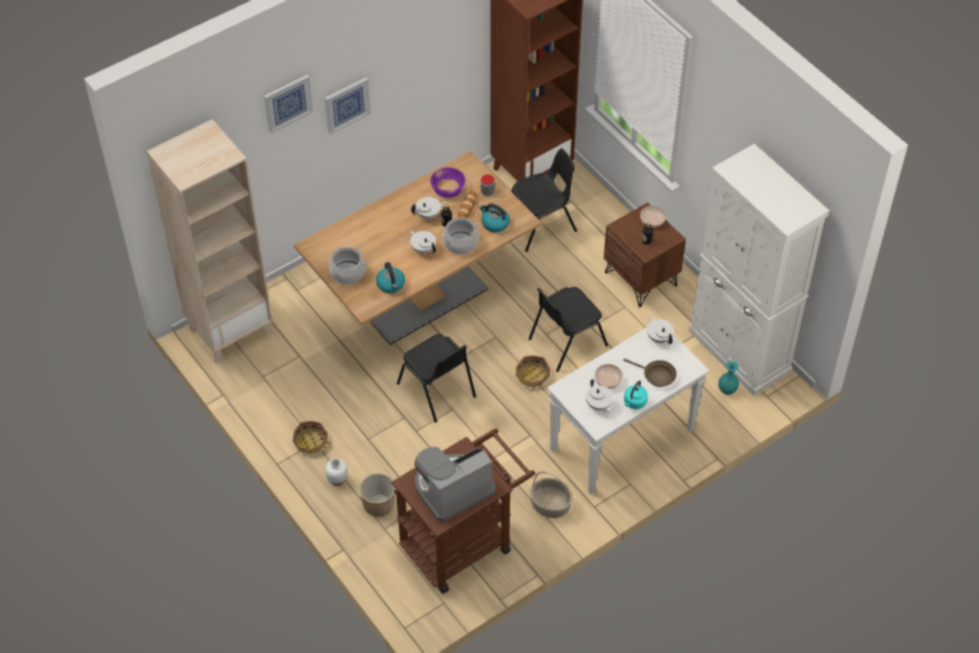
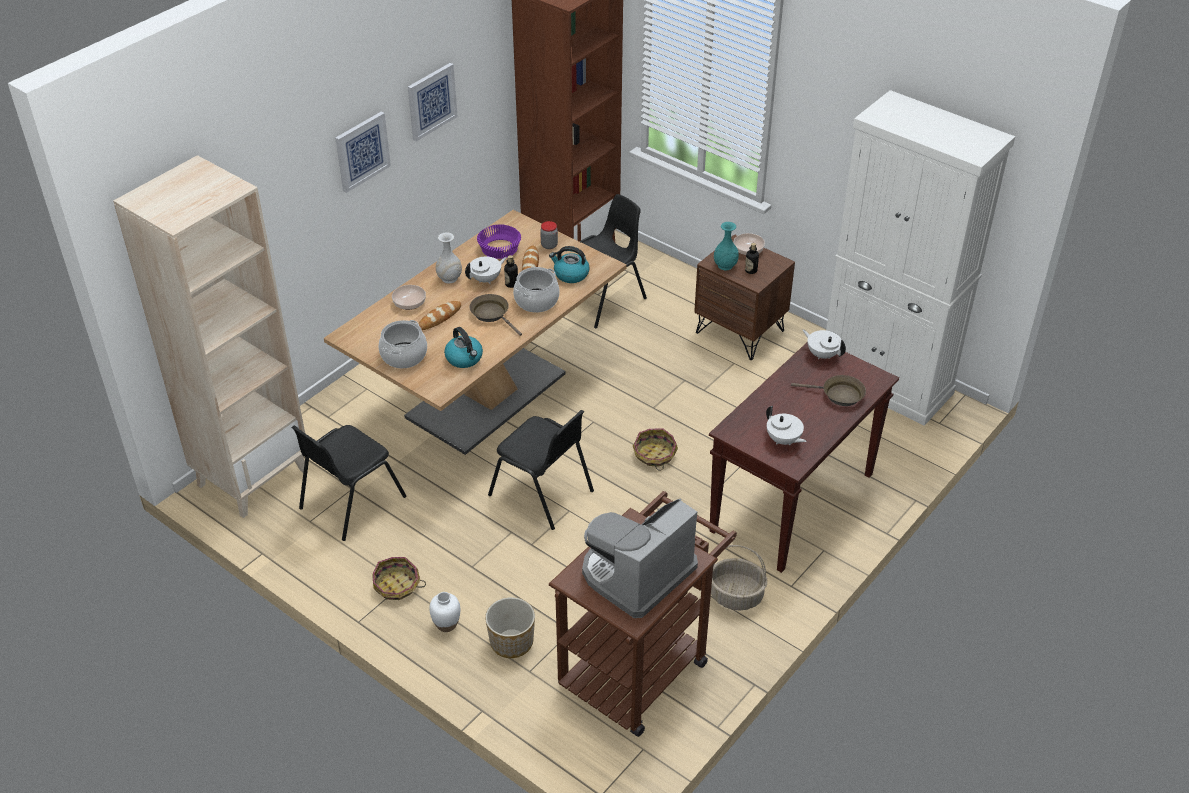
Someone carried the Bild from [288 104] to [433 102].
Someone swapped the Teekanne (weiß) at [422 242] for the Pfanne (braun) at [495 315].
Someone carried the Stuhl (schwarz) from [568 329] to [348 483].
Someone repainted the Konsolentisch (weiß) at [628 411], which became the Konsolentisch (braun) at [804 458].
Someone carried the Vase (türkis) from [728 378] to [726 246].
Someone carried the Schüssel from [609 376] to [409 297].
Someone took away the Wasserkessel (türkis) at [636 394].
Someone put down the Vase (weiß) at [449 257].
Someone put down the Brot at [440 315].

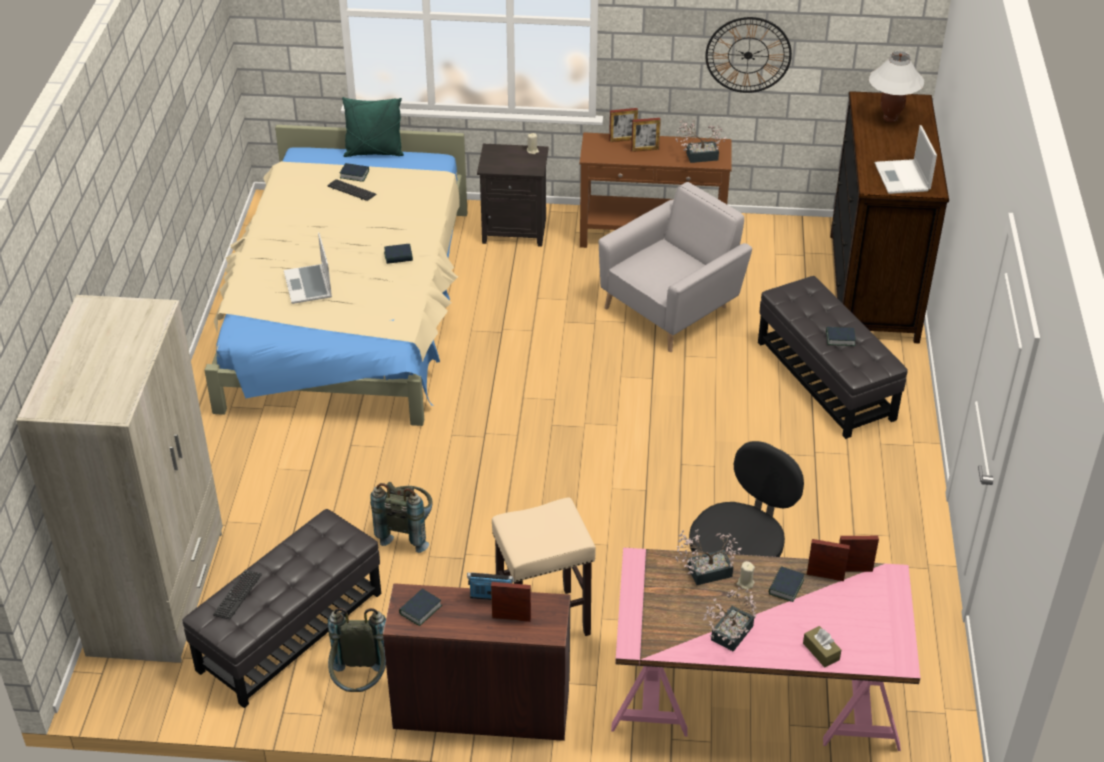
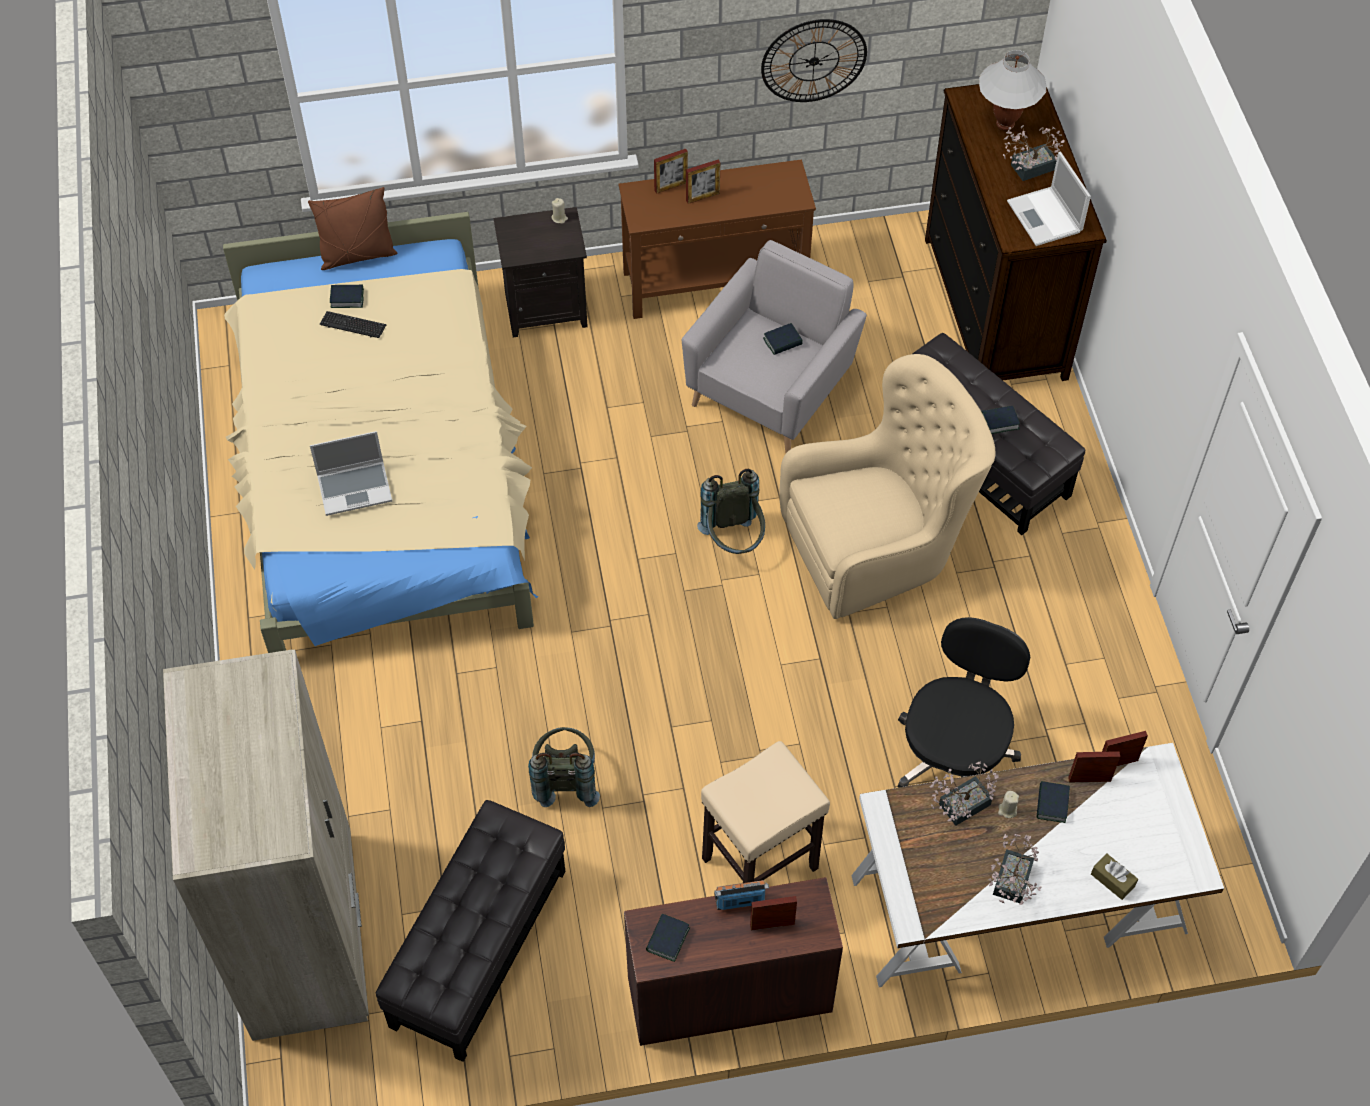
Someone repainted the Kissen (grün) at [373 127], which became the Kissen (braun) at [353 228].
Someone carried the Topfpflanze from [701 140] to [1034 153].
Someone rotated the Laptop at [308 268] by 75 degrees counterclockwise.
Someone carried the Buch from [398 254] to [783 339].
Someone repainted the Schreibtisch (rosa) at [765 649], which became the Schreibtisch (weiß) at [1037 865].
Someone took away the Tastatur at [237 594].
Someone carried the Rucksack (grau) from [357 650] to [731 511].
Someone put down the Sessel (beige) at [888 486].

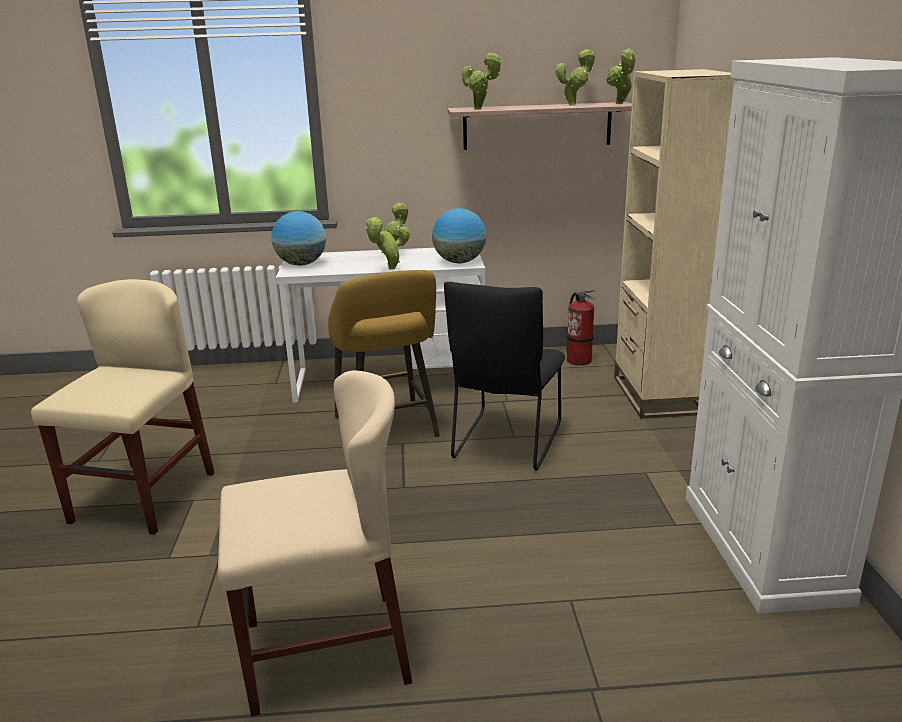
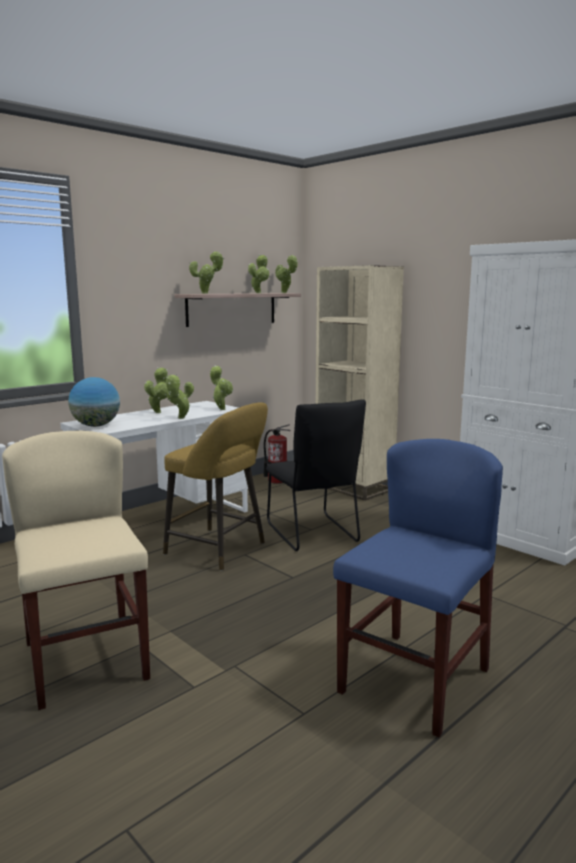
Someone swapped the Globus at [459 235] for the Topfpflanze at [221 387].
Someone repainted the Stuhl (beige) at [315 543], which became the Stuhl (blau) at [418 588].

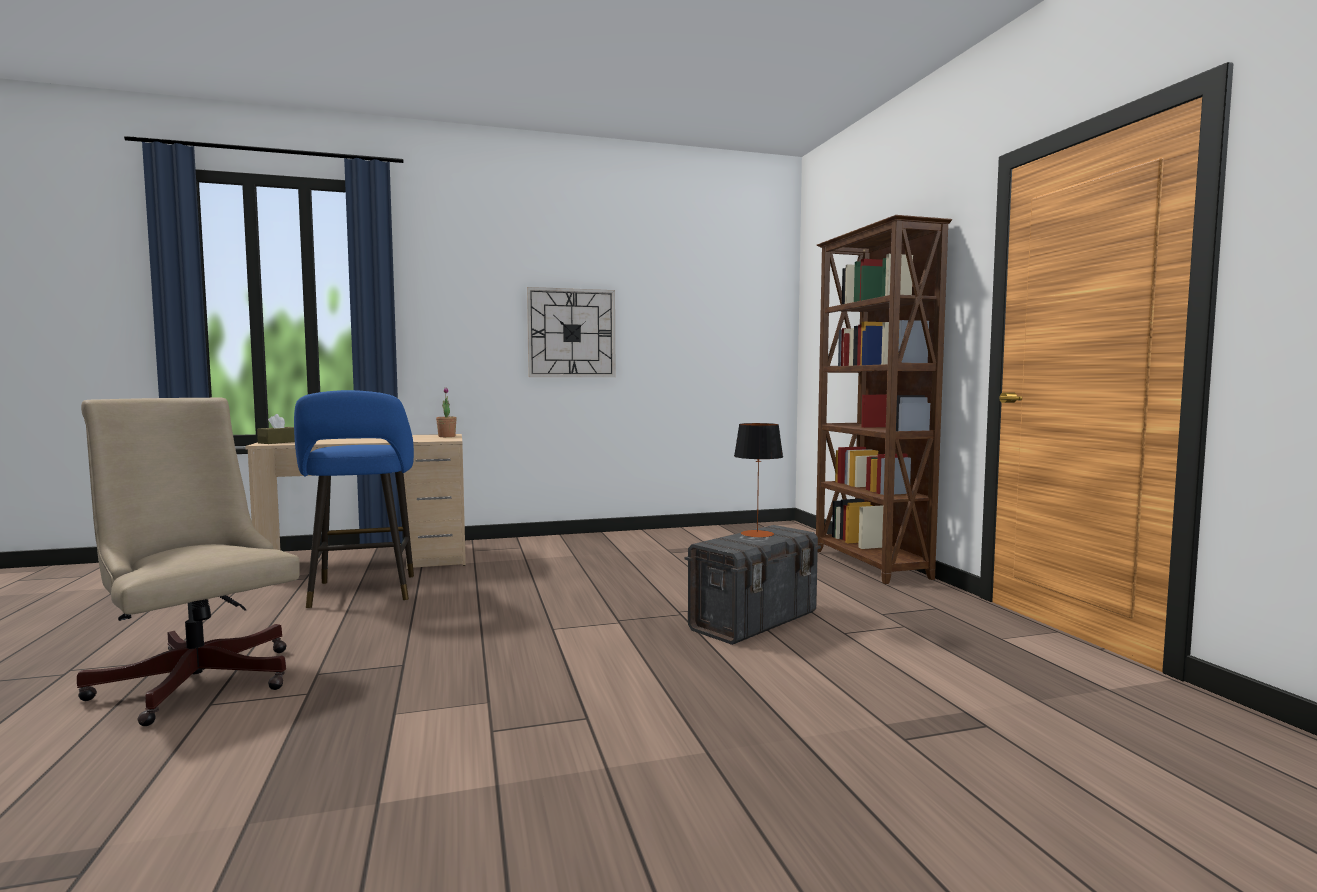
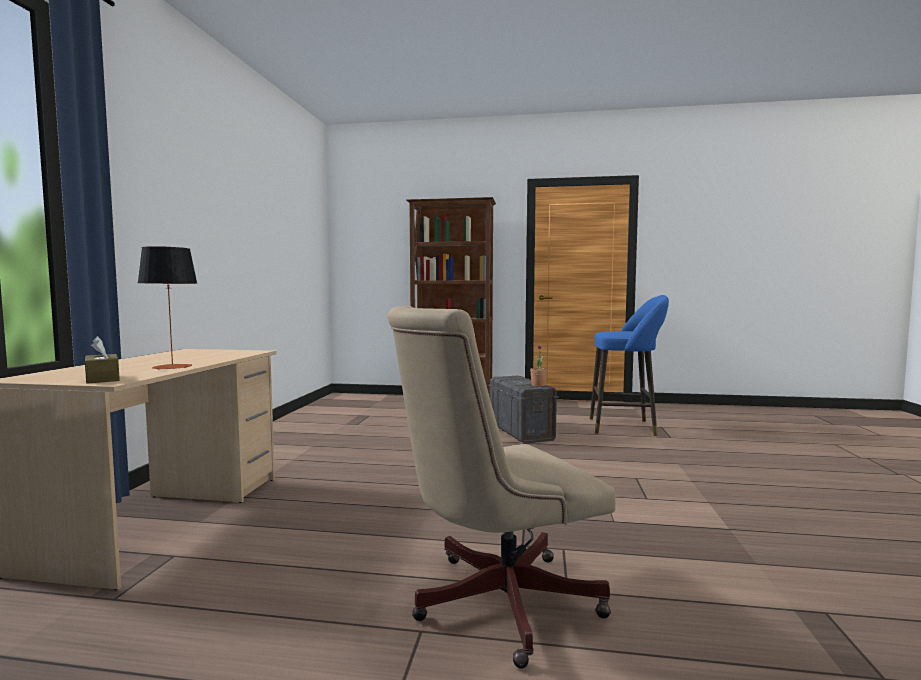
Someone took away the Wanduhr at [571 332].
Someone carried the Topfpflanze from [446 412] to [538 365].
Someone carried the Hocker (blau) from [354 499] to [629 365].
Someone carried the Tischlampe from [758 480] to [167 308].

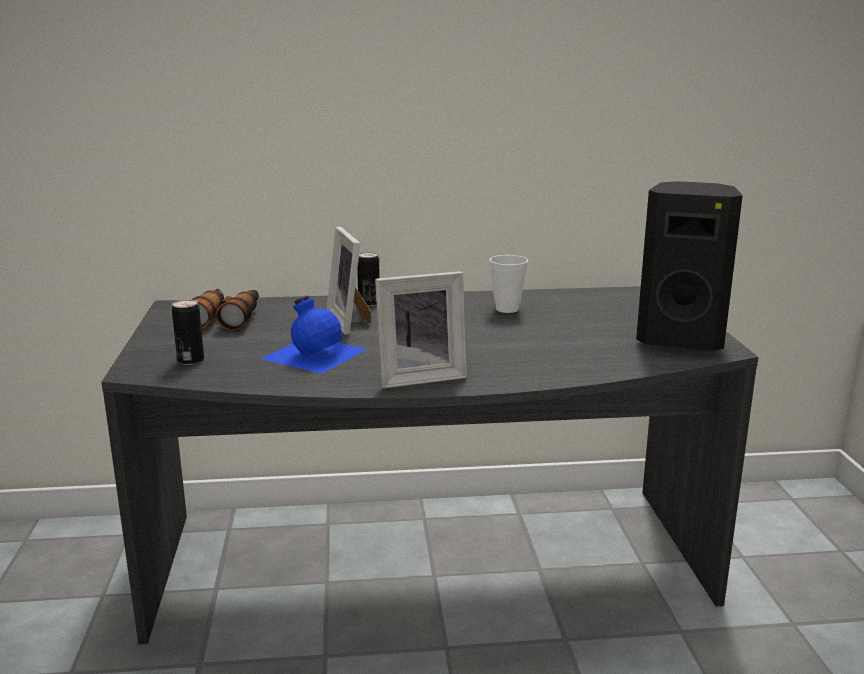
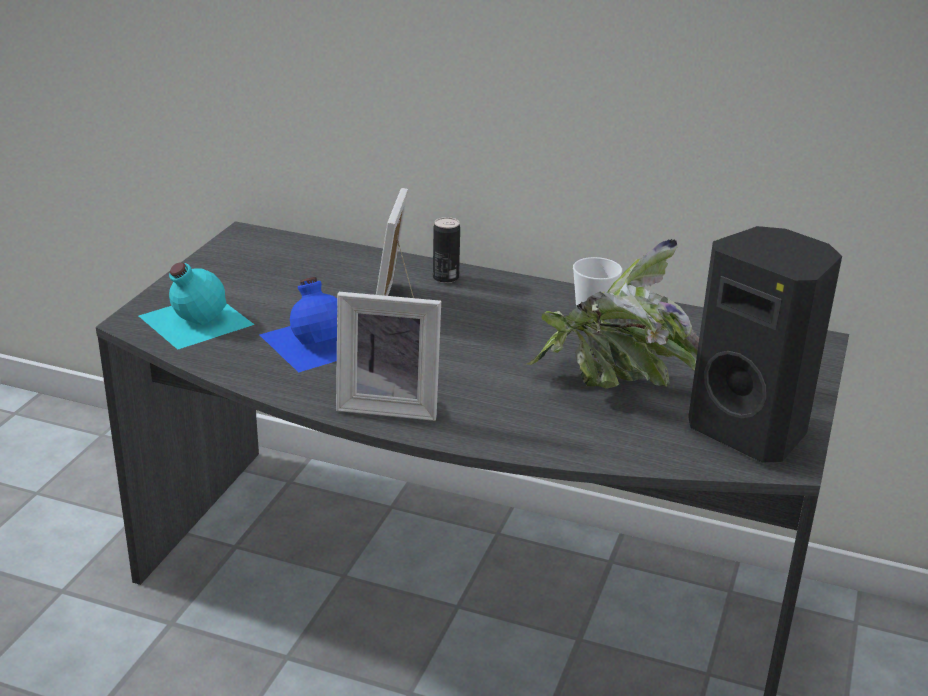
Someone took away the Fernglas at [225 310].
Someone swapped the Dose at [188 332] for the Flasche (türkis) at [197 306].
Someone put down the Topfpflanze at [612 314].

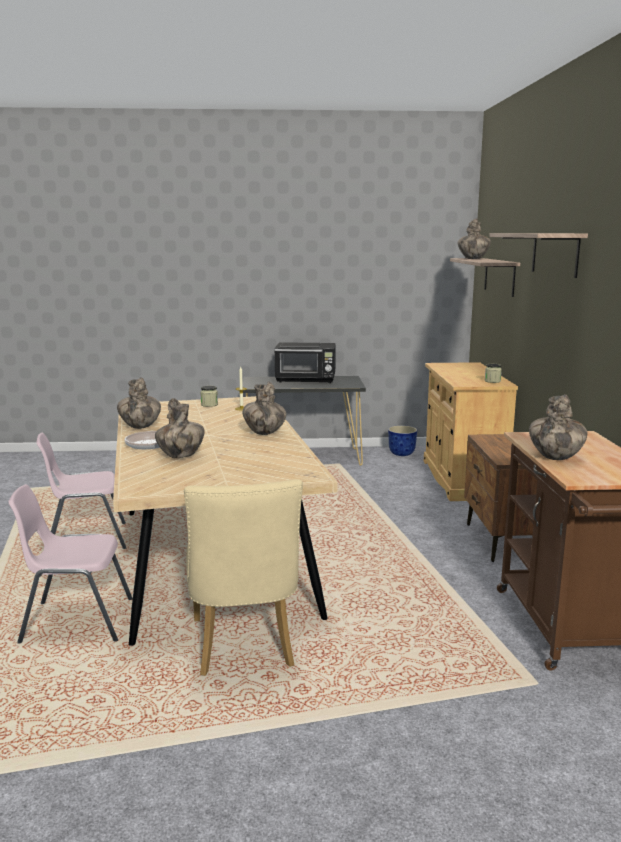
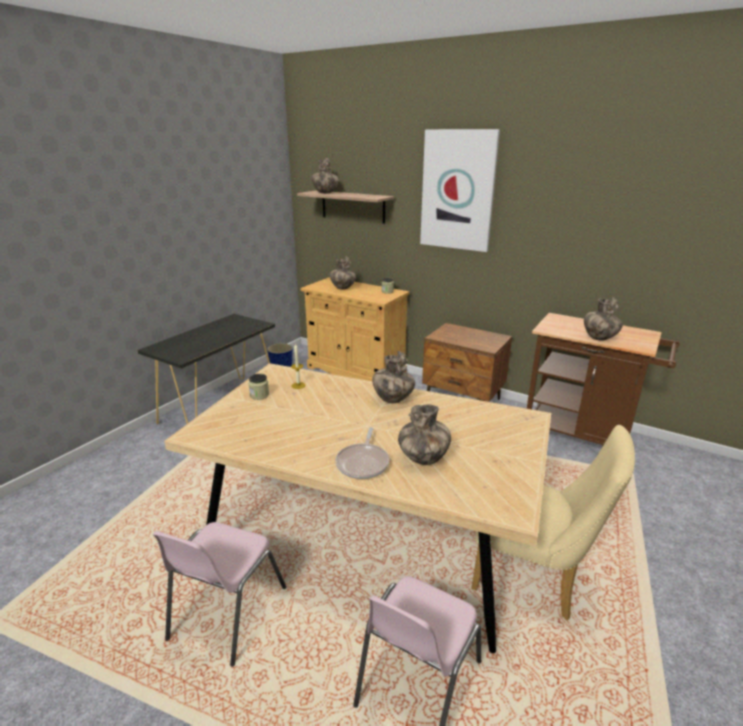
Someone swapped the Wandregal at [538 255] for the Bild at [460 190].
Someone took away the Mikrowelle (schwarz) at [305 362].
Someone carried the Vase from [139 403] to [343 273].

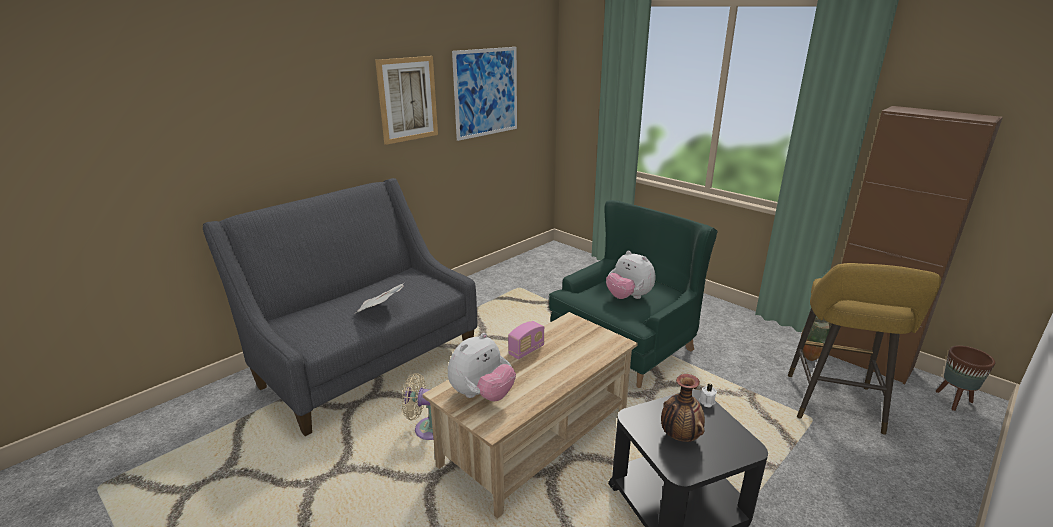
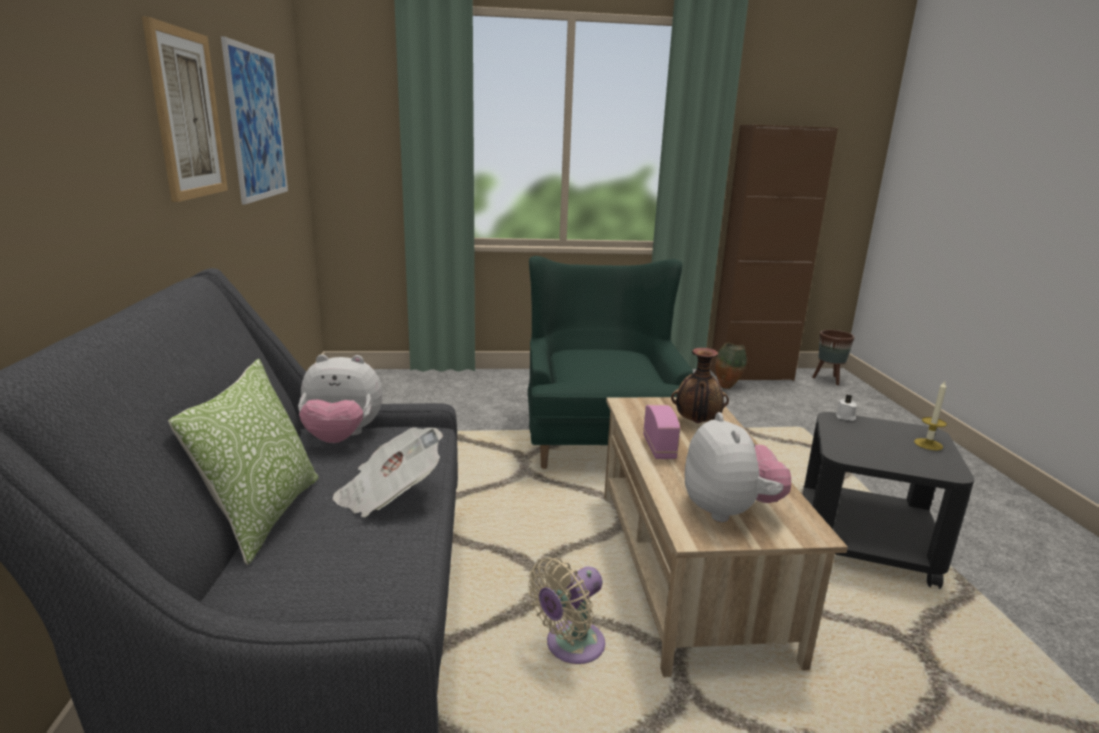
Someone carried the Plüschtier from [630 275] to [340 398].
Someone took away the Hocker (gelb) at [864 349].
Someone carried the Vase from [683 408] to [700 385].
Someone put down the Kissen at [243 462].
Someone put down the Kerze at [930 415].

